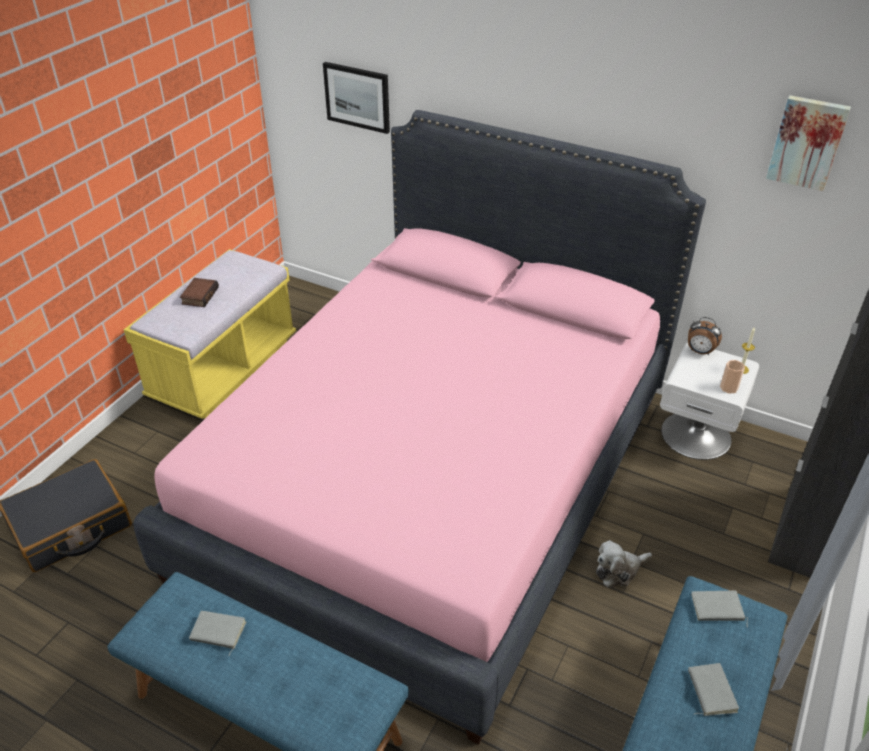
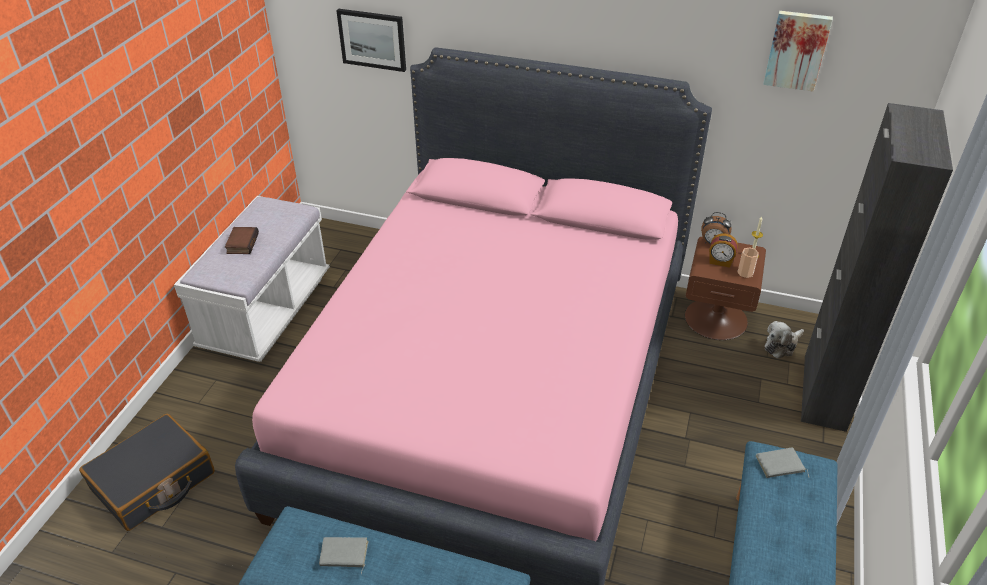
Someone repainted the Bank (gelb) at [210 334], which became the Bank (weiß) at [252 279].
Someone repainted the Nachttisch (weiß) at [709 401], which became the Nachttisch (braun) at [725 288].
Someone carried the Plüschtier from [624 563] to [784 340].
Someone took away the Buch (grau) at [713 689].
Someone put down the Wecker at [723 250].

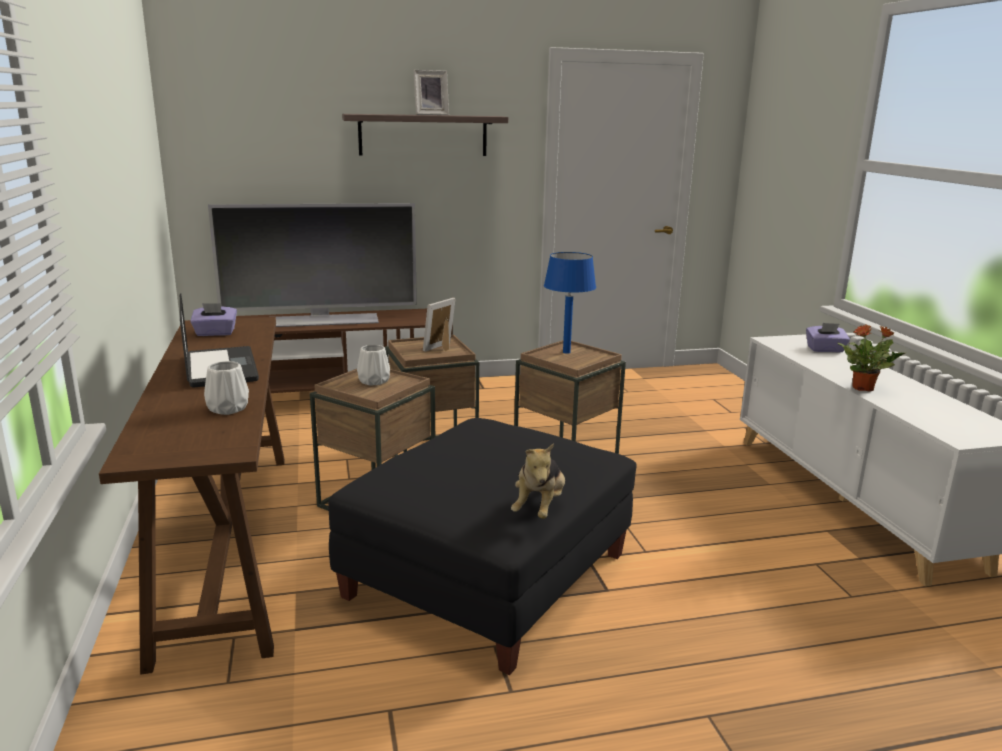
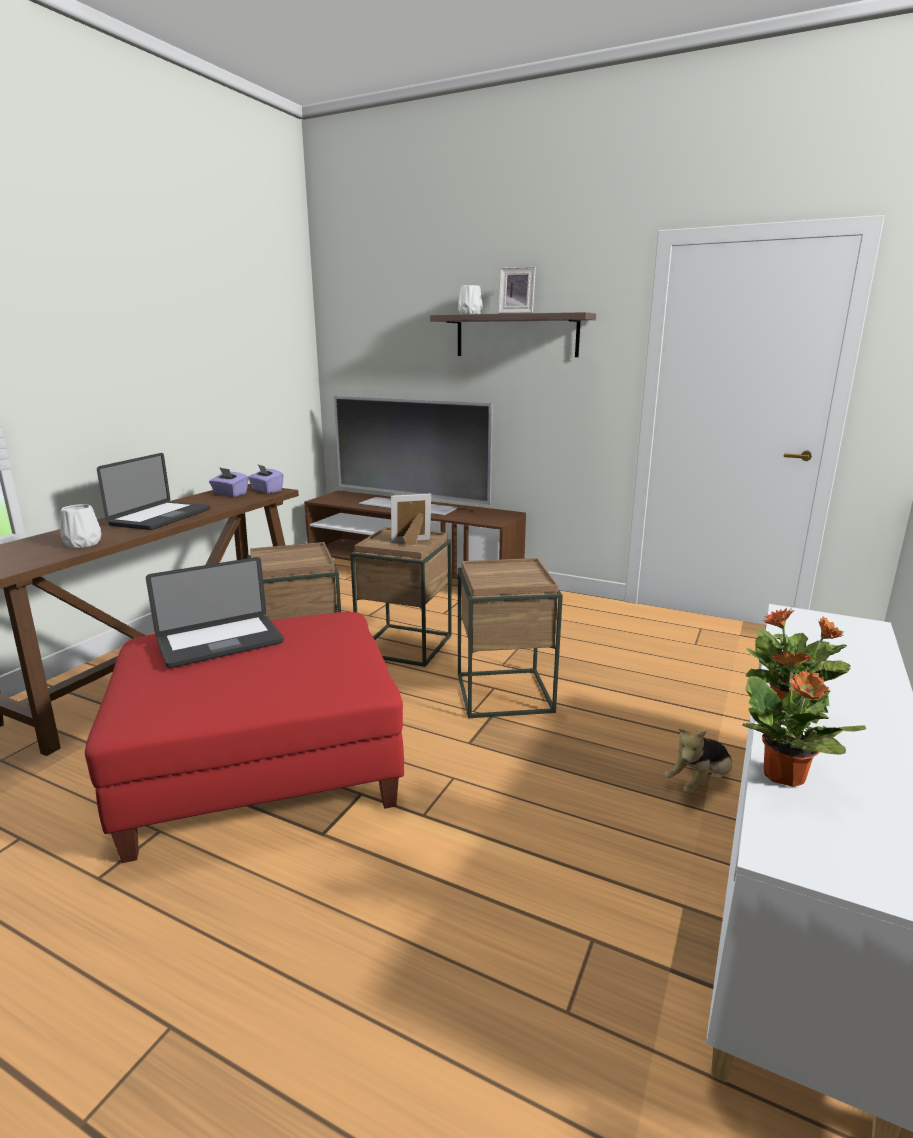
Someone took away the Tischlampe (blau) at [570 303].
Someone carried the Taschentuchbox (lila) from [828 337] to [266 479].
Someone carried the Vase (weiß) from [373 365] to [470 299].
Someone repainted the Polsterhocker (schwarz) at [482 546], which became the Polsterhocker (rot) at [244 737].
Someone carried the Plüschtier from [538 481] to [698 761].
Someone put down the Laptop at [215 612].
Someone put down the Topfpflanze at [804 718].

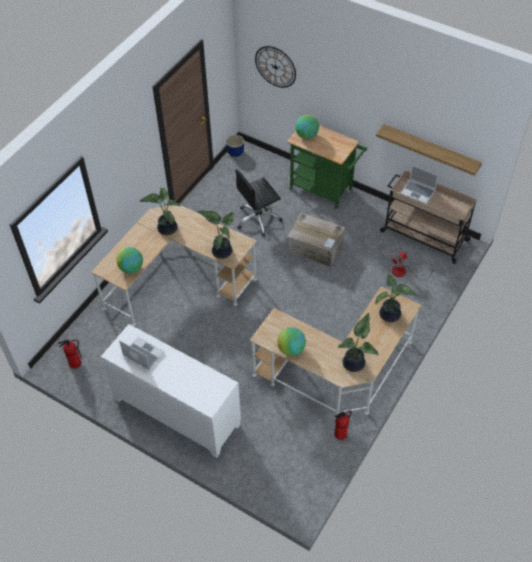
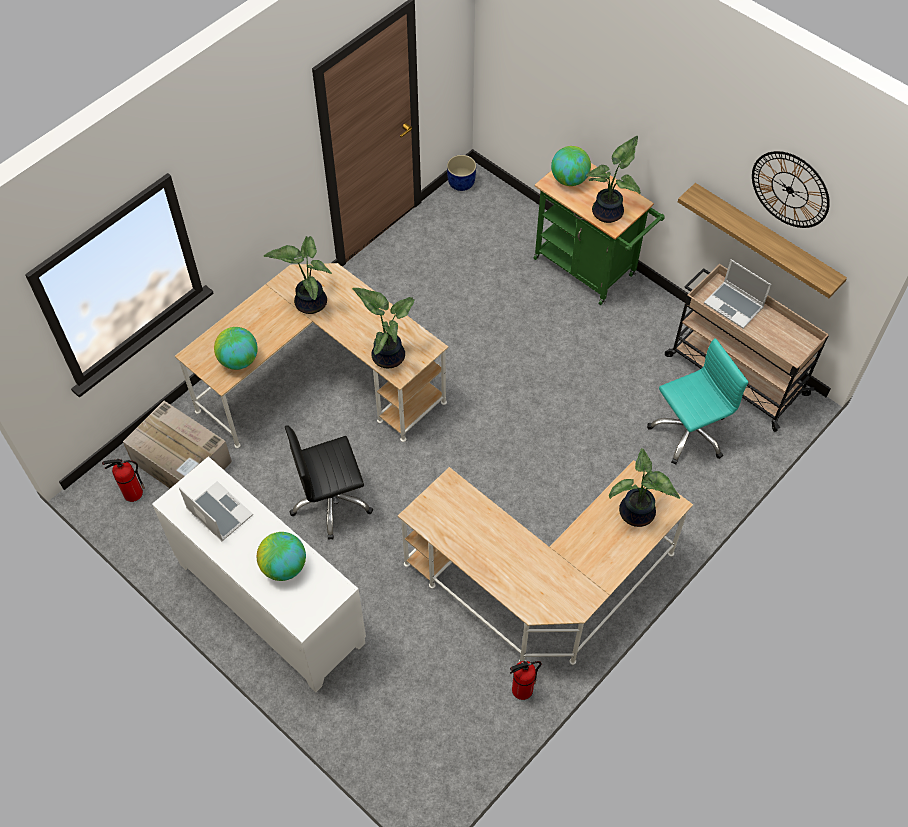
Someone carried the Wanduhr from [275 67] to [791 189].
Someone carried the Bürostuhl (schwarz) from [258 203] to [329 483].
Someone carried the Karton from [316 240] to [177 444].
Someone swapped the Ventilator at [412 266] for the Bürostuhl (türkis) at [697 401].
Someone carried the Topfpflanze from [358 342] to [613 179].
Someone carried the Globus from [291 341] to [281 556].

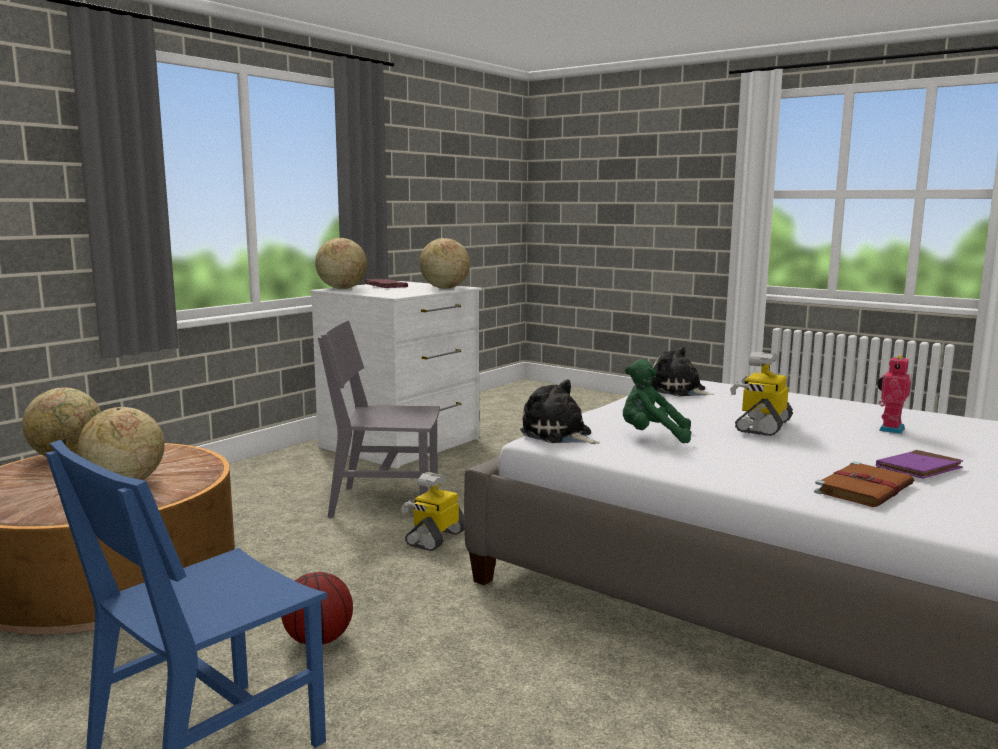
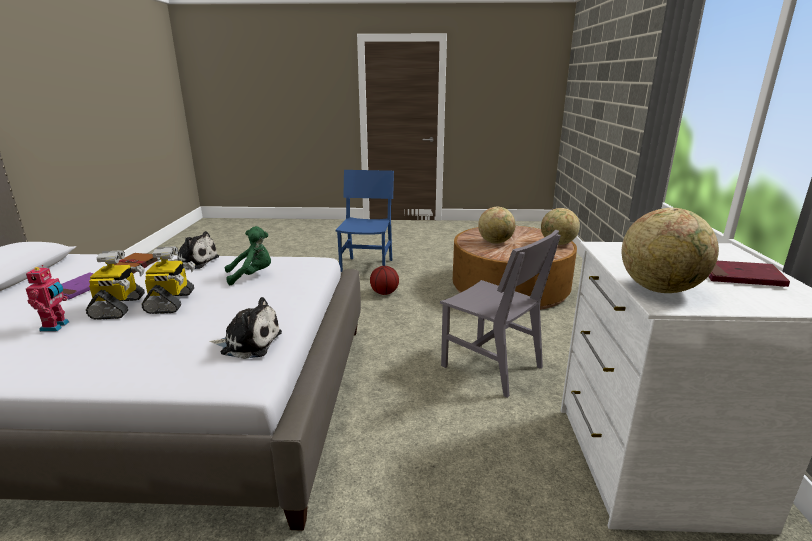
Someone took away the Globus at [341 263].
Someone rotated the Stuhl (grau) at [379 419] by 75 degrees clockwise.
Someone carried the Plüschtier from [560 411] to [193 250].
Someone carried the Spielzeugroboter from [432 511] to [115 285].

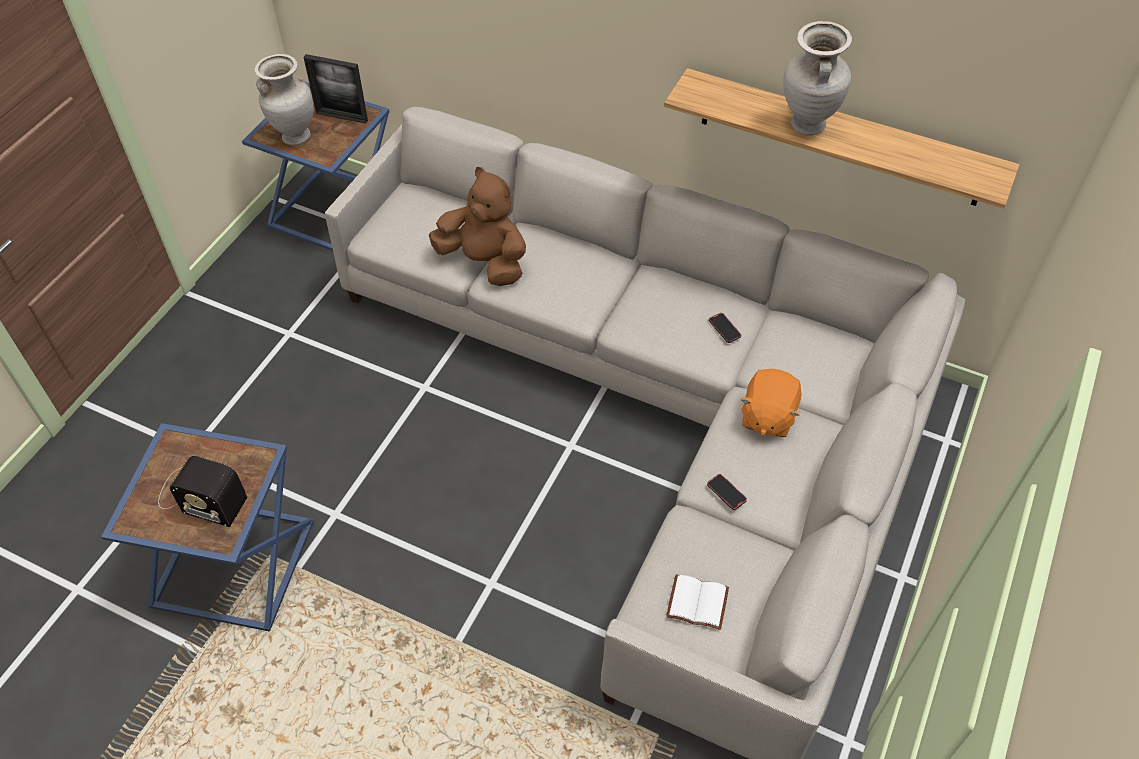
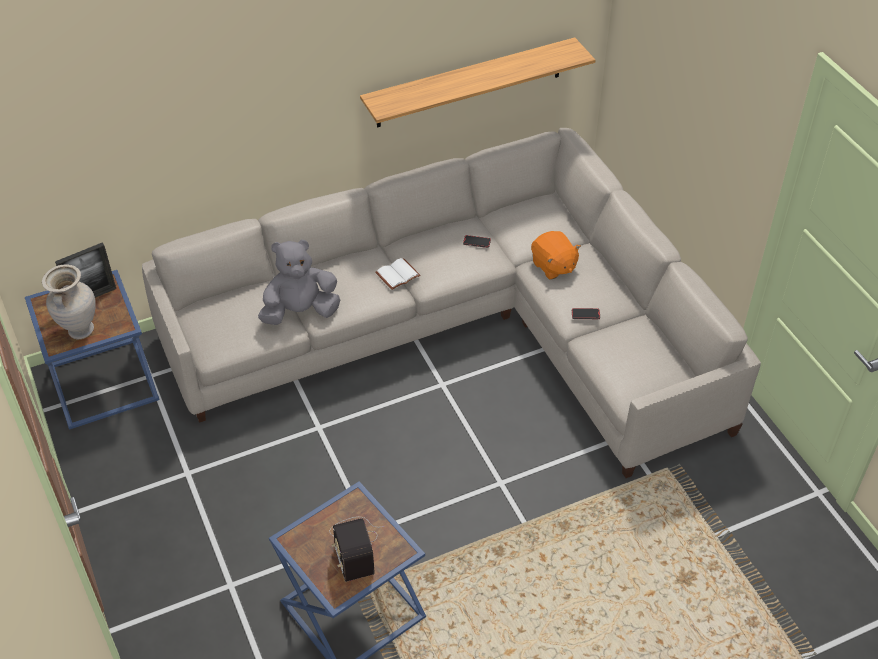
Someone took away the Vase (beige) at [817 78].
Someone repainted the Plüschtier (braun) at [477 226], which became the Plüschtier (grau) at [299 282].
Someone rotated the Radio at [202 491] by 105 degrees clockwise.
Someone carried the Buch (weiß) from [697 602] to [398 274].

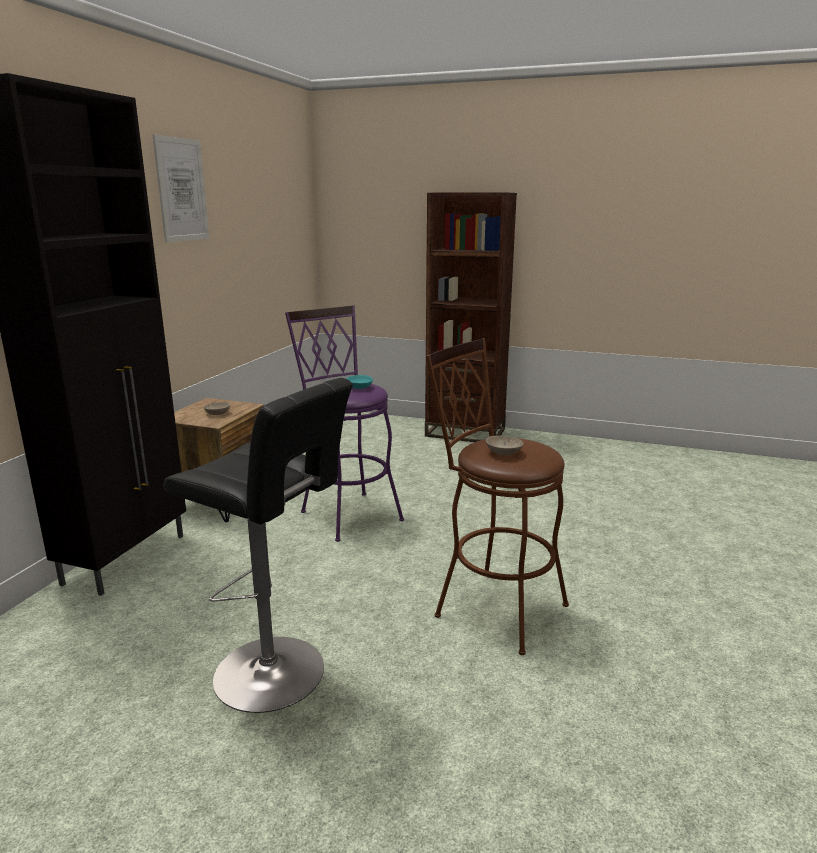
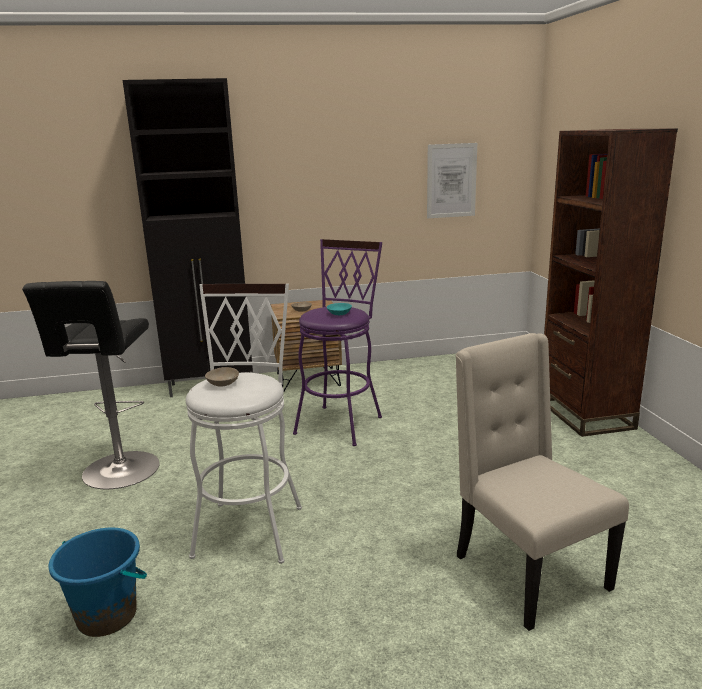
Someone carried the Bild from [180 188] to [452 180].
Someone repainted the Hocker (braun) at [497 496], which became the Hocker (weiß) at [244 424].
Someone put down the Stuhl (beige) at [542 482].
Someone put down the Eimer (blau) at [97 582].

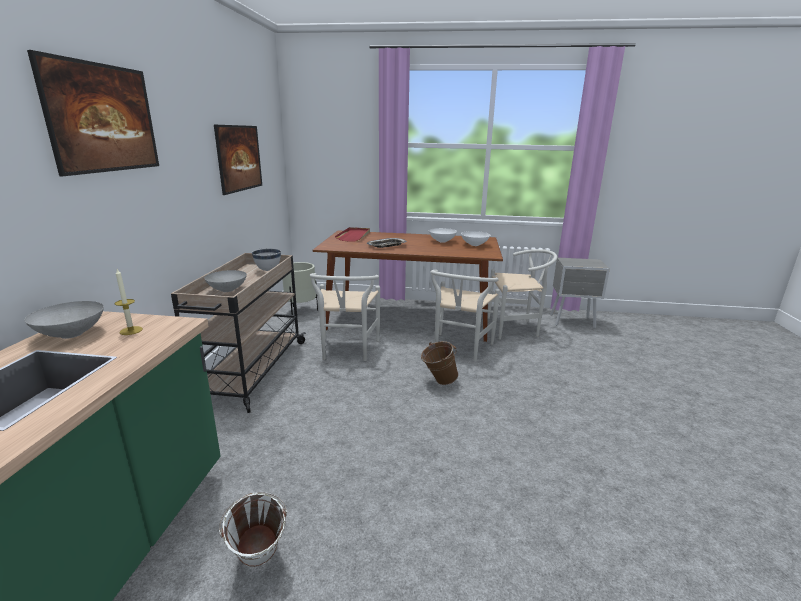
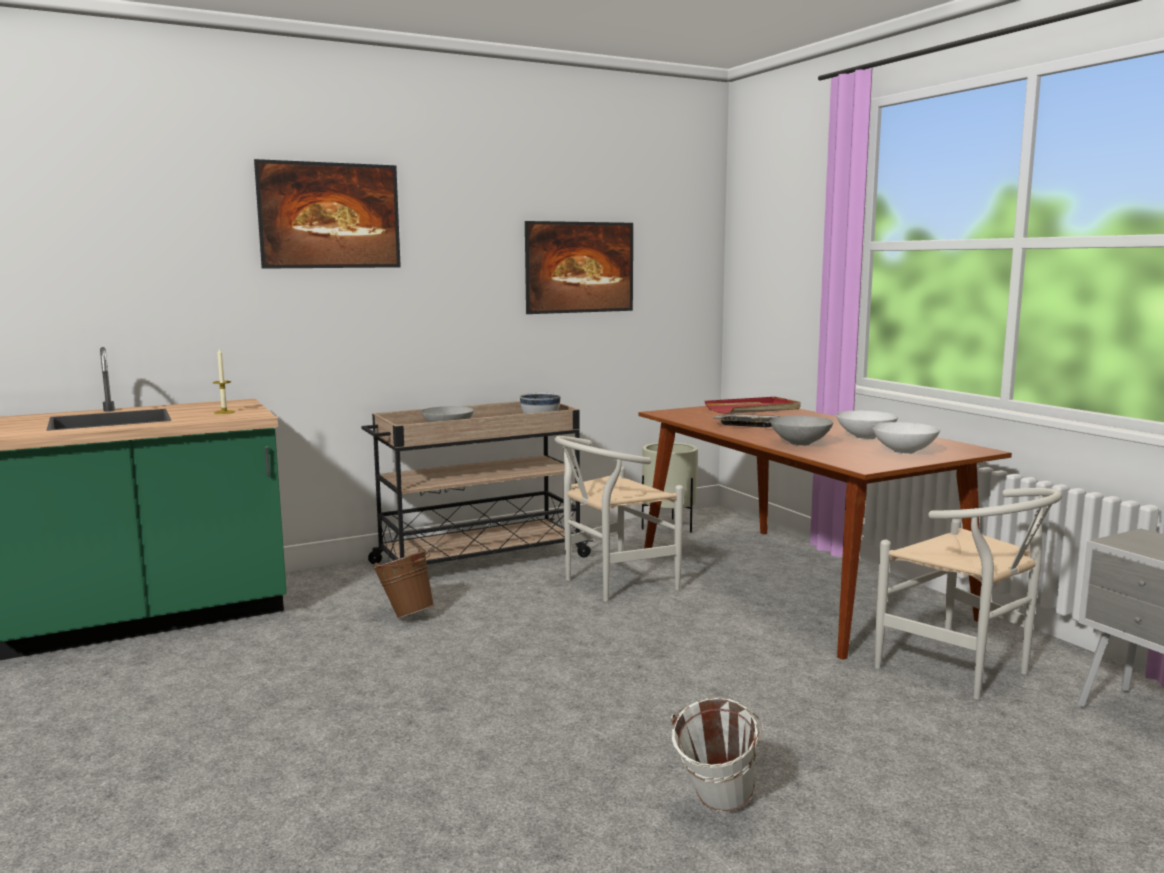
Someone took away the Stuhl (weiß) at [465 316].
Someone carried the Schüssel (grau) from [64 320] to [801 431].
Someone carried the Eimer (braun) from [440 363] to [403 583].
Someone carried the Eimer (weiß) from [253 530] to [717 754].

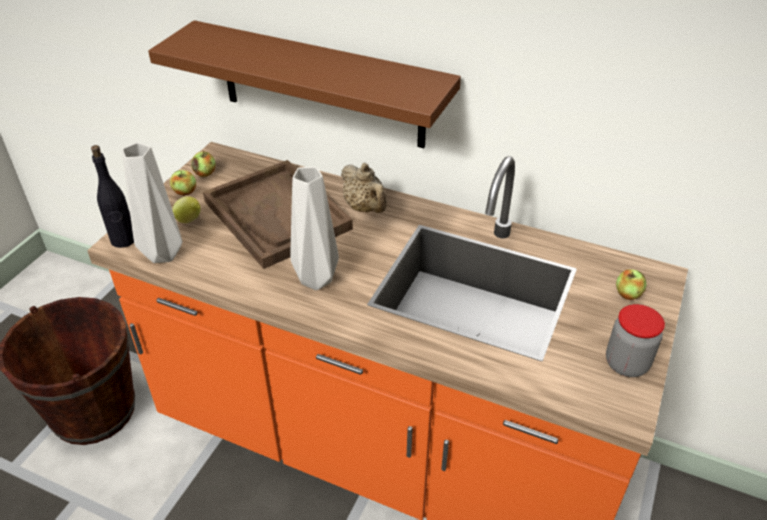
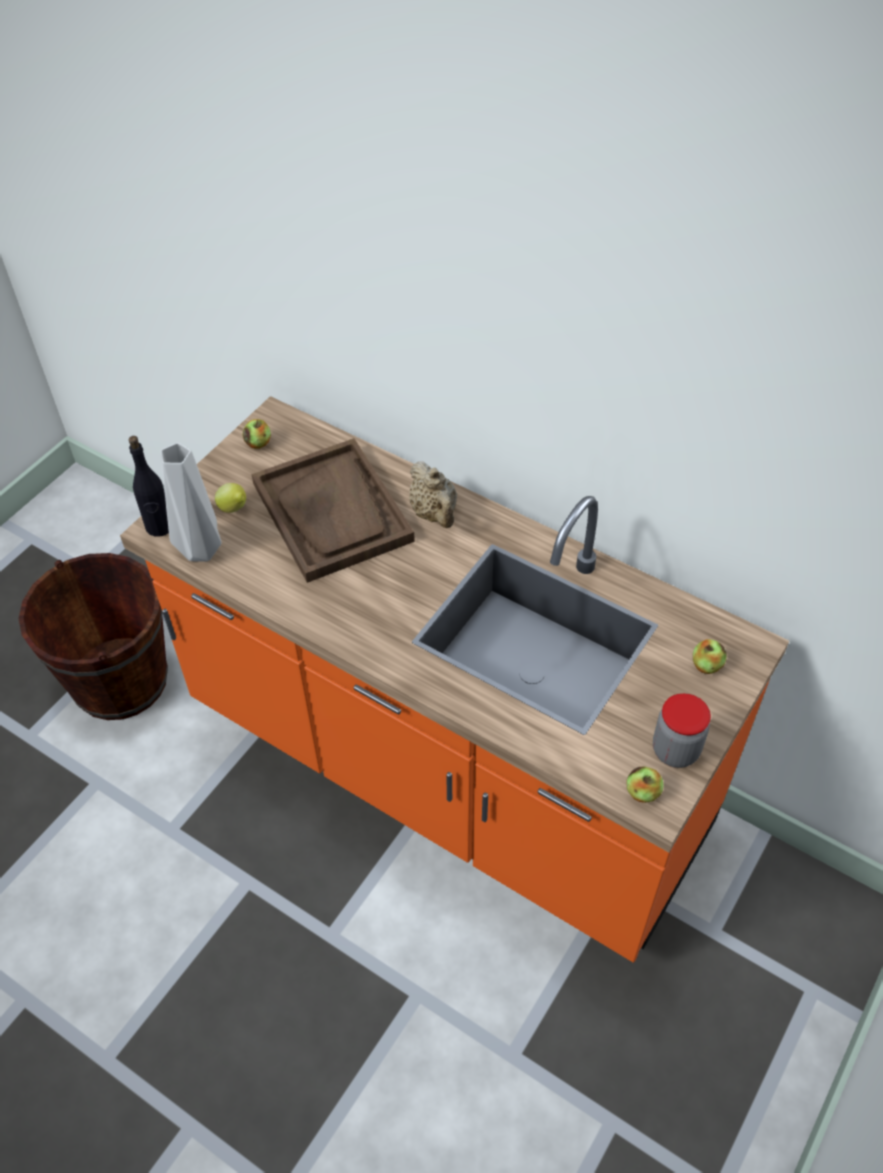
Someone took away the Wandregal (braun) at [304 84].
Someone took away the Vase (grau) at [314 228].
Someone carried the Apfel from [183 183] to [645 784].

